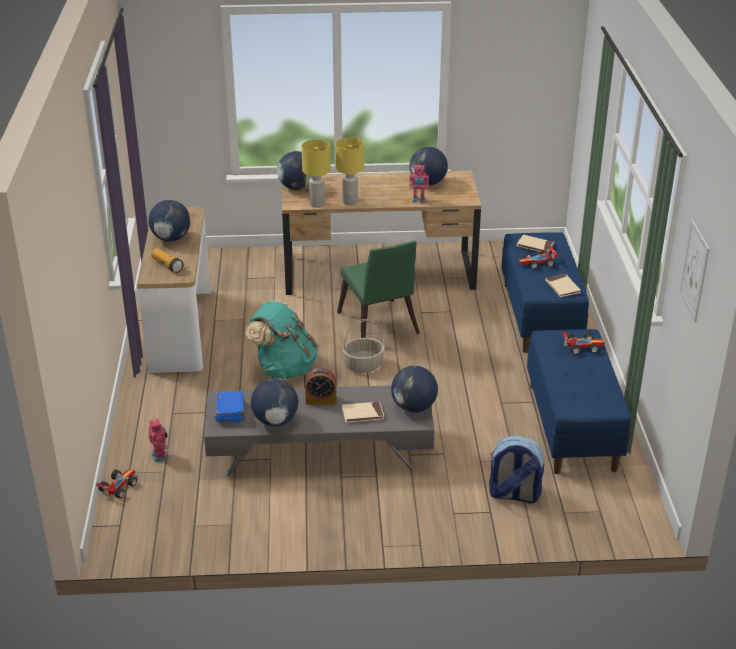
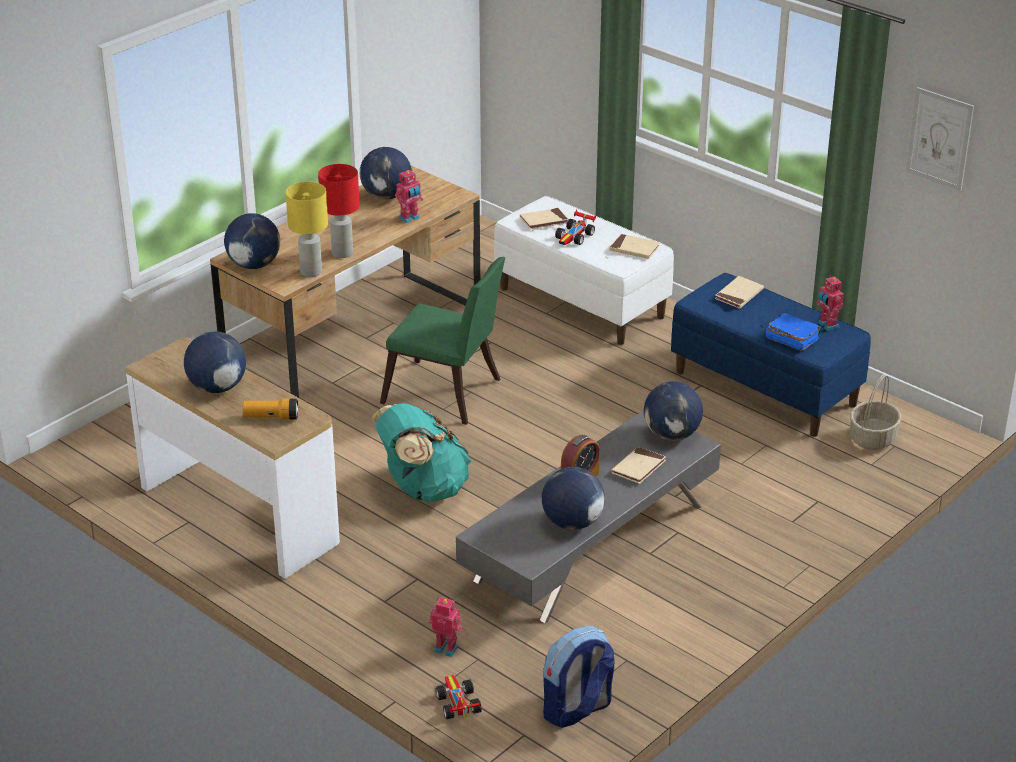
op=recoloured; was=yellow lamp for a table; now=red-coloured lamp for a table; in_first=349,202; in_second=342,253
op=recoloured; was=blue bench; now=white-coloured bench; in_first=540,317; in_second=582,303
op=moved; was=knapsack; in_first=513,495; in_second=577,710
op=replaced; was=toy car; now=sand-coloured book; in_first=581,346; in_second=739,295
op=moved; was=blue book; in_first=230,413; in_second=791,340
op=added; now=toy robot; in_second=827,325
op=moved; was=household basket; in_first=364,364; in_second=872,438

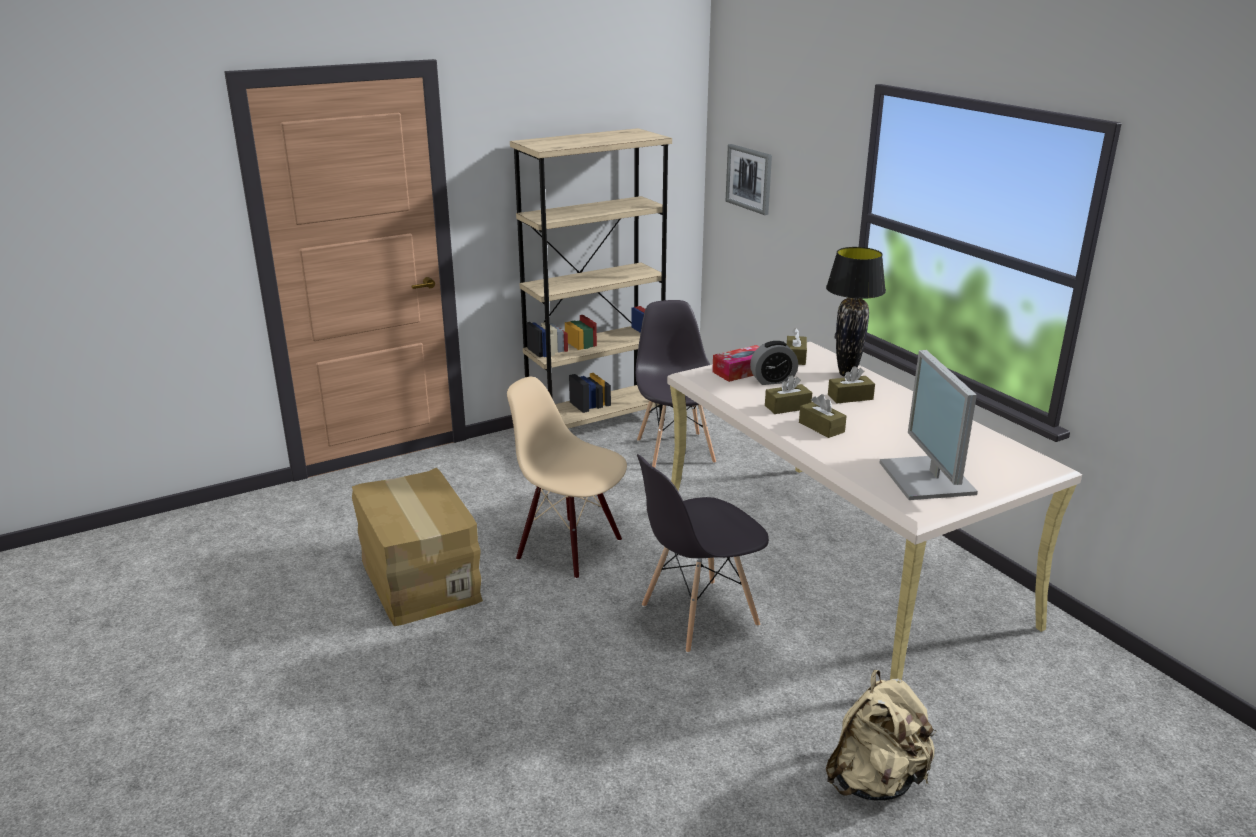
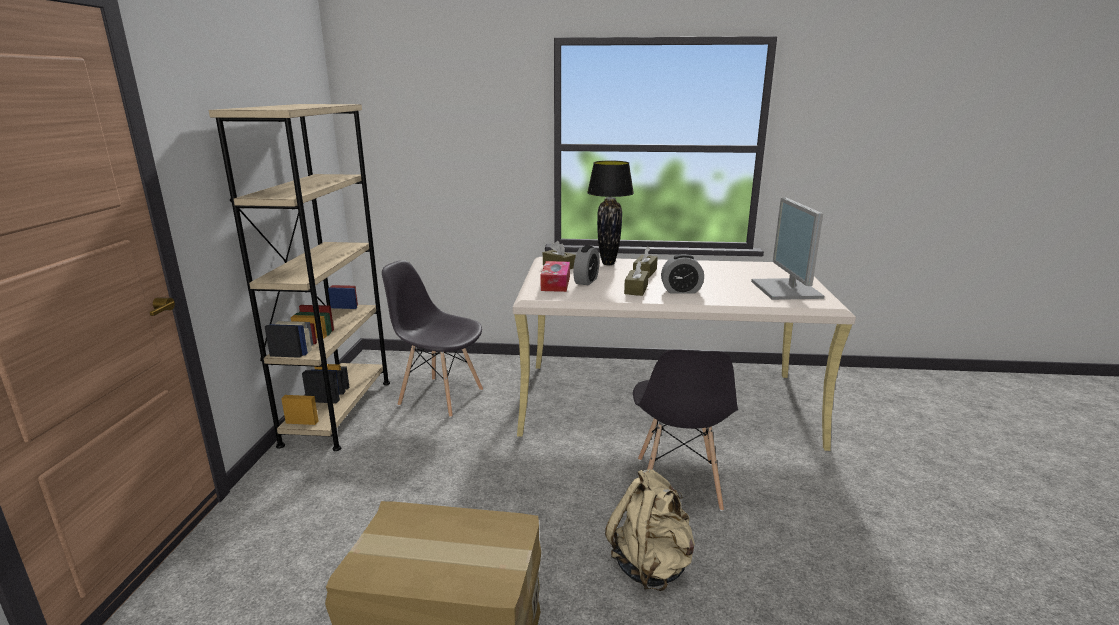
op=moved; was=sand-coloured knapsack; in_first=875,780; in_second=651,565
op=replaced; was=brown tissue box; now=alarm clock; in_first=821,427; in_second=681,291
op=turned; was=monitor; in_first=929,479; in_second=787,290; clockwise=60
op=removed; was=sand-coloured plain chair; in_first=570,548
op=removed; was=picture; in_first=749,178

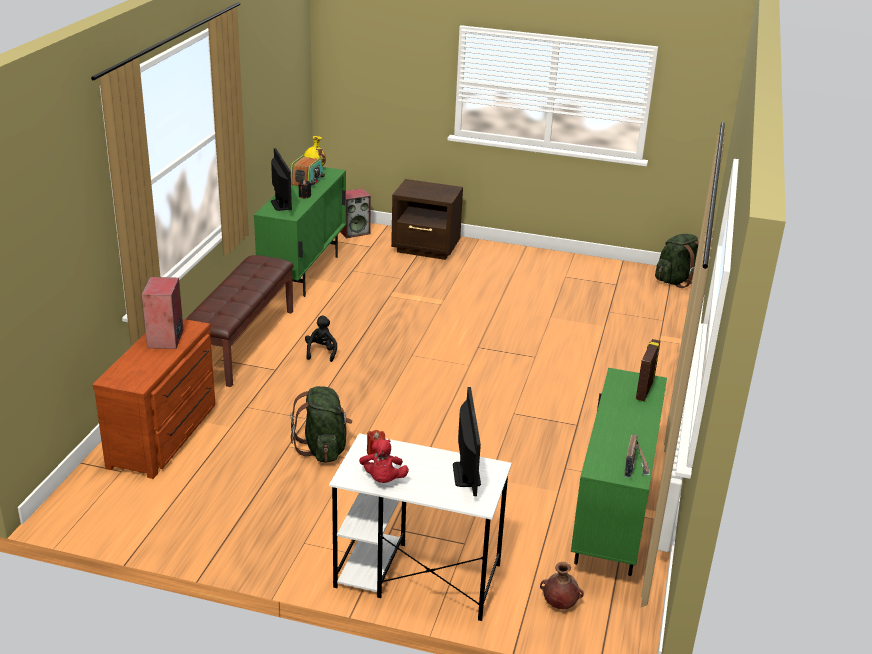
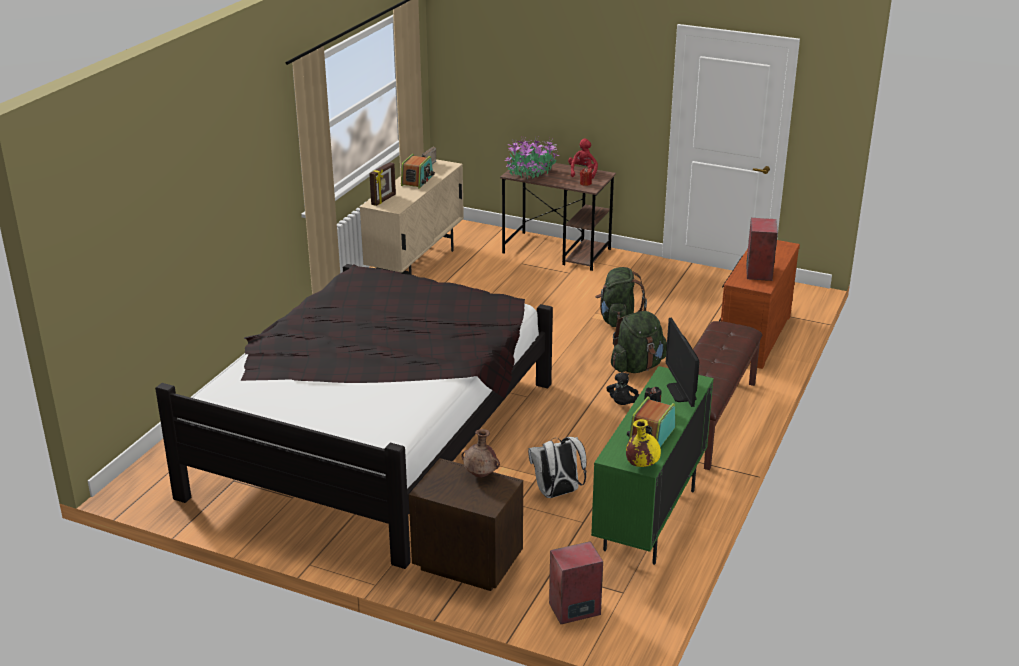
op=added; now=black-coloured bedroom bed; in_second=374,436
op=recoloured; was=greenish cabinet; now=sand-coloured cabinet; in_first=611,527; in_second=416,266
op=added; now=radio set; in_second=417,180
op=moved; was=brown flower vase; in_first=559,604; in_second=481,475
op=recoloured; was=white-coloured desk; now=brown desk; in_first=416,576; in_second=557,251
op=replaced; was=monitor; now=potted plant; in_first=466,474; in_second=531,172
op=added; now=white-coloured knapsack; in_second=557,493
op=moved; was=greenish knapsack; in_first=675,280; in_second=637,367

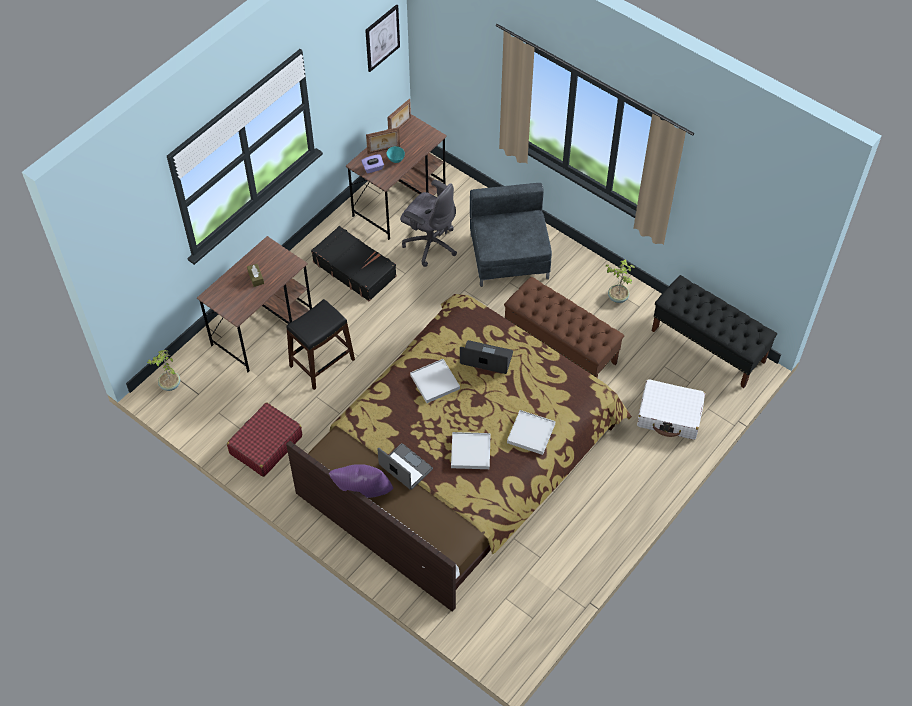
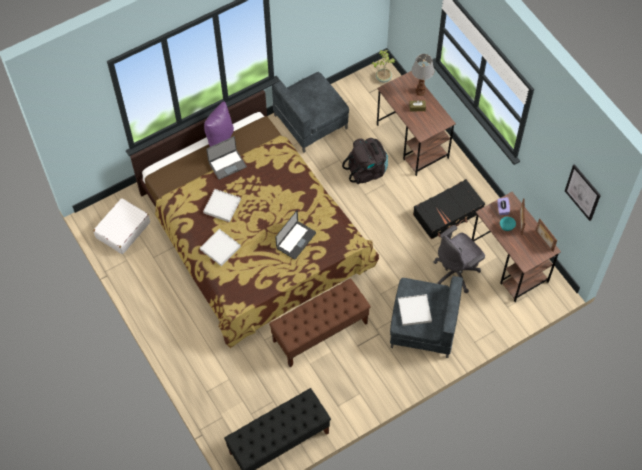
op=moved; was=white-coloured suitcase; in_first=670,415; in_second=123,230
op=replaced; was=red-coloured suitcase; now=gray lounge chair; in_first=265,445; in_second=311,121
op=replaced; was=black-coloured sitting stool; now=black-coloured knapsack; in_first=322,363; in_second=367,171
op=moved; was=white-coloured serving tray; in_first=435,382; in_second=414,311
op=added; now=lamp for a table; in_second=420,91
op=removed; was=potted plant; in_first=618,297

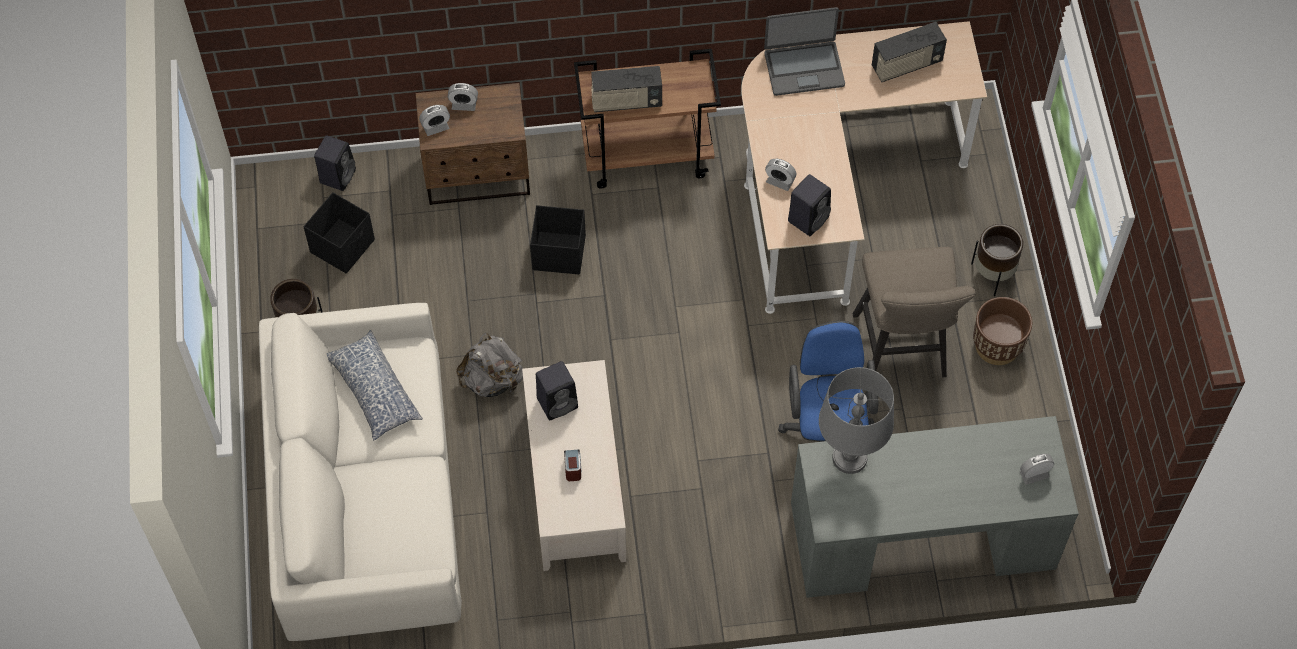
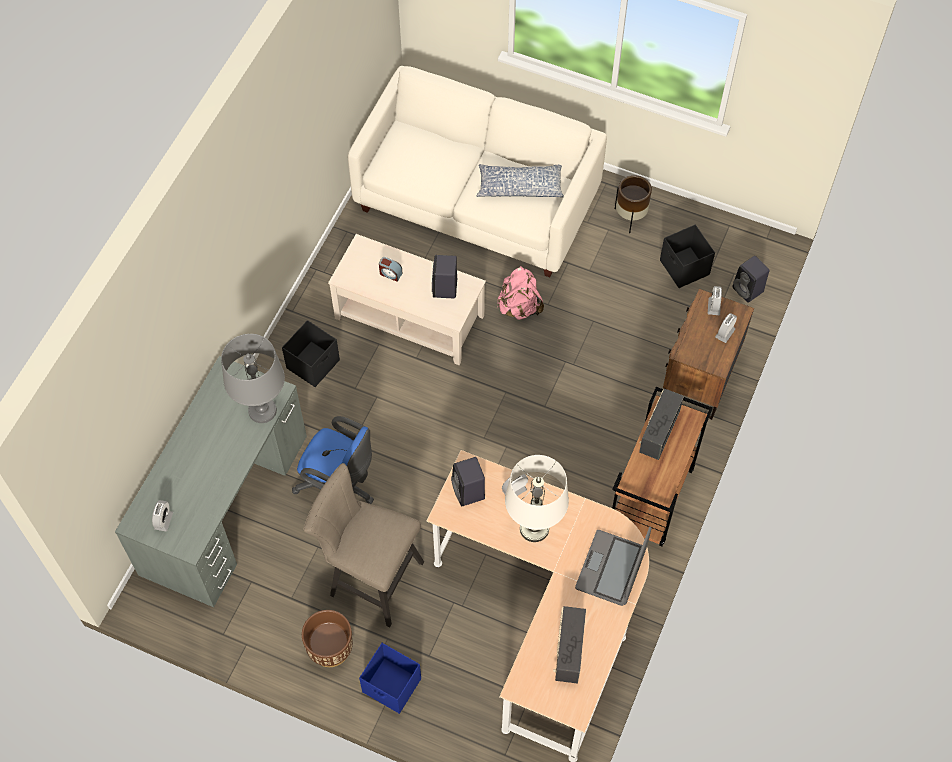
op=moved; was=black-coloured storage box; in_first=558,253; in_second=314,364
op=replaced; was=brown plant pot; now=blue storage box; in_first=993,274; in_second=392,686
op=recoloured; was=gray knapsack; now=pink-coloured knapsack; in_first=493,380; in_second=519,307
op=added; now=white-coloured lamp for a table; in_second=534,528

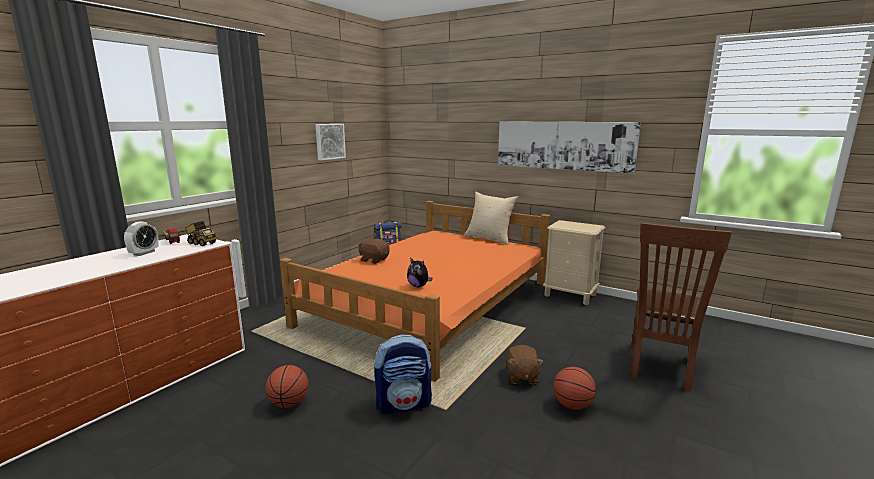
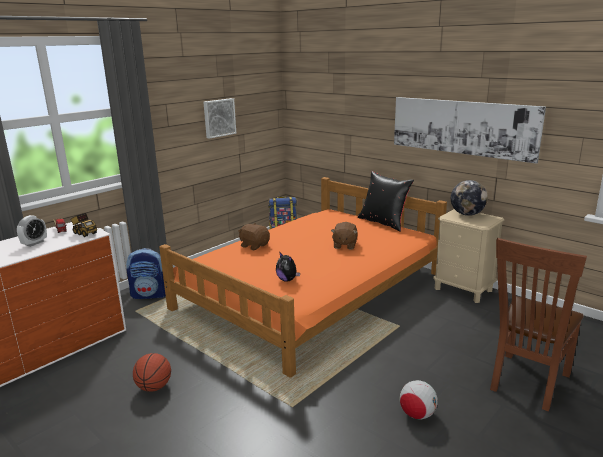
op=moved; was=knapsack; in_first=404,404; in_second=150,295
op=moved; was=brown cuddly toy; in_first=521,376; in_second=344,245
op=recoloured; was=sand-coloured throw pillow; now=black-coloured throw pillow; in_first=489,239; in_second=383,222
op=replaced; was=basketball; now=football ball; in_first=572,405; in_second=417,414
op=added; now=world globe; in_second=467,214

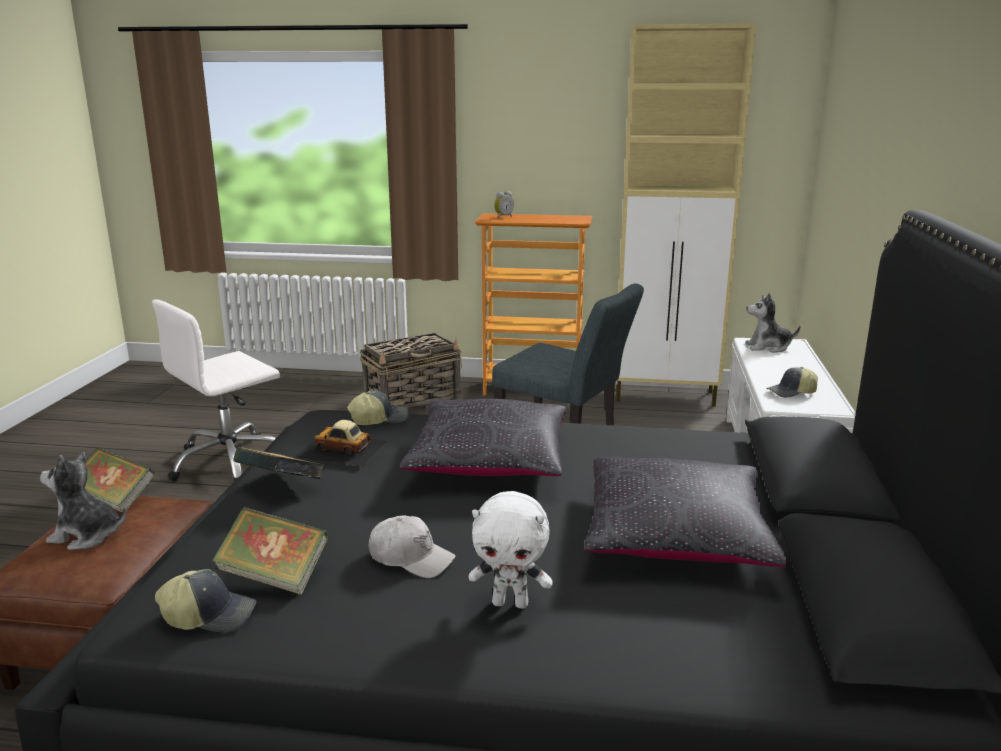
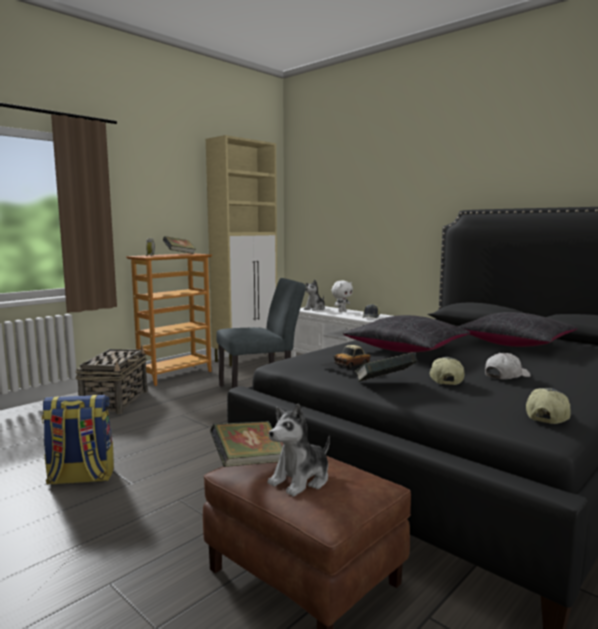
op=replaced; was=white-coloured desk chair; now=knapsack; in_first=230,462; in_second=80,478
op=moved; was=book; in_first=274,576; in_second=180,254
op=moved; was=white-coloured cuddly toy; in_first=511,603; in_second=341,311
op=moved; was=baseball cap; in_first=379,419; in_second=445,380

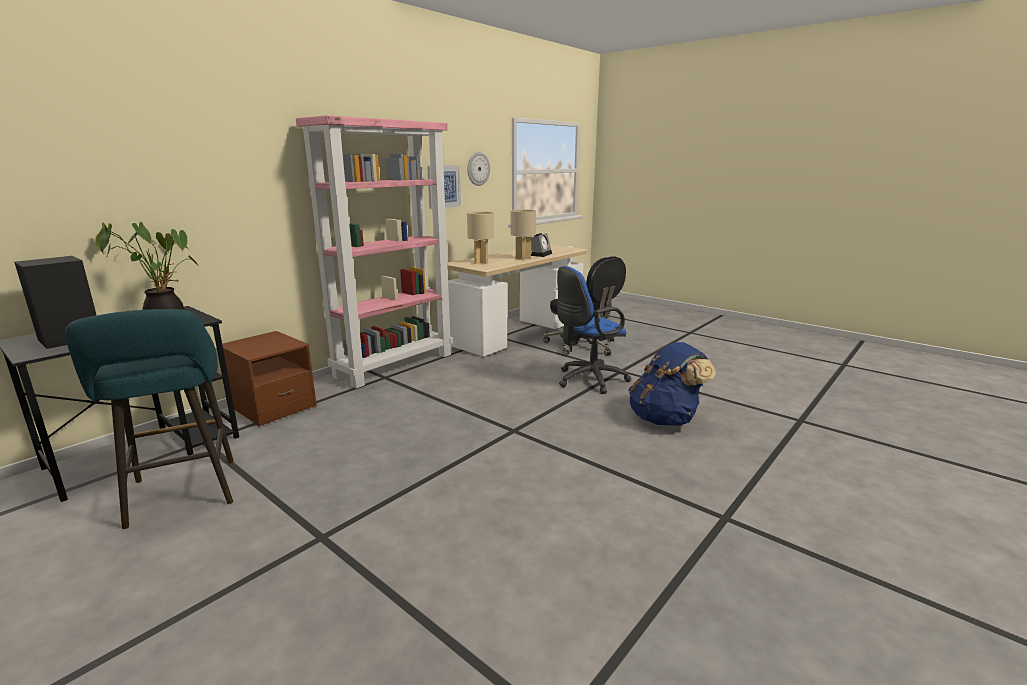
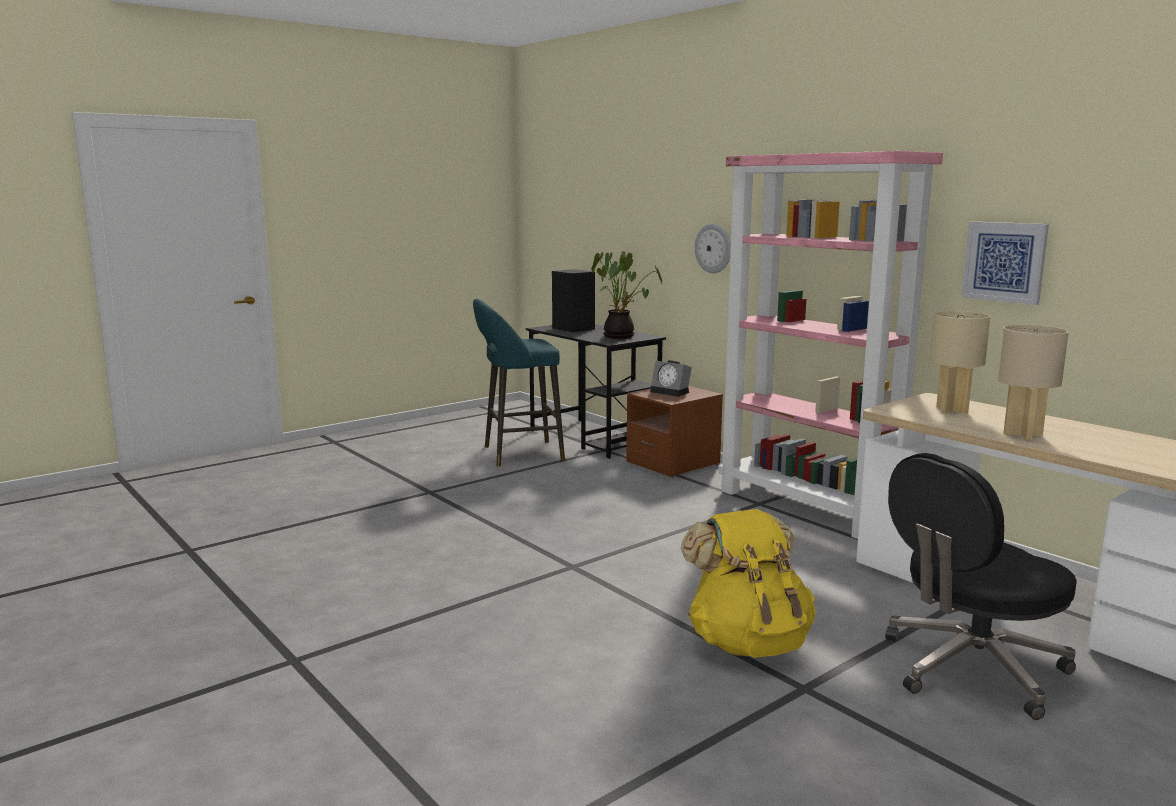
op=moved; was=alarm clock; in_first=540,254; in_second=671,392
op=replaced; was=blue desk chair; now=yellow knapsack; in_first=588,380; in_second=747,642
op=moved; was=wall clock; in_first=478,169; in_second=713,248
op=removed; was=blue knapsack; in_first=665,419

